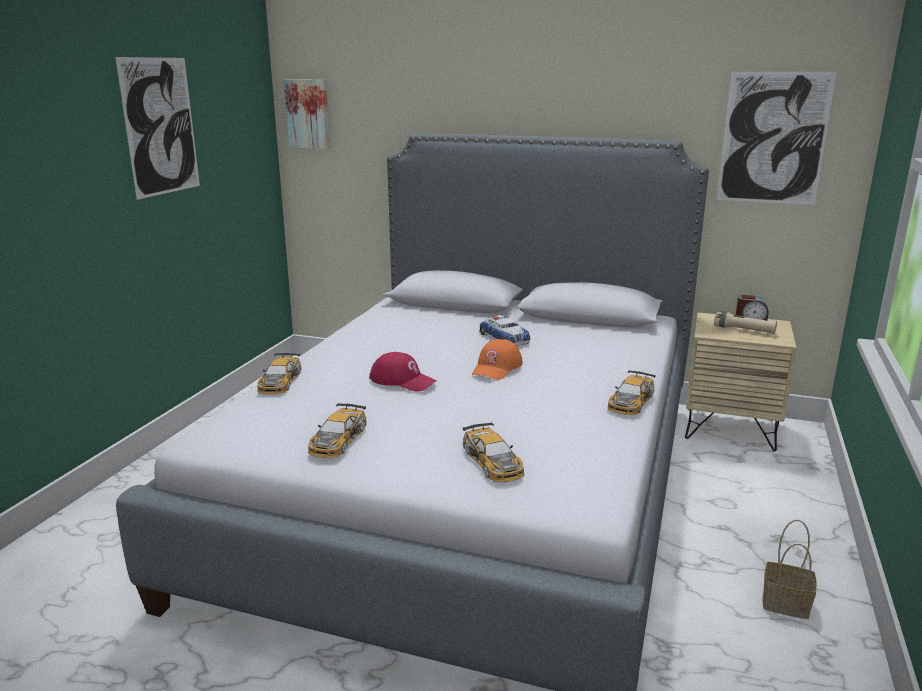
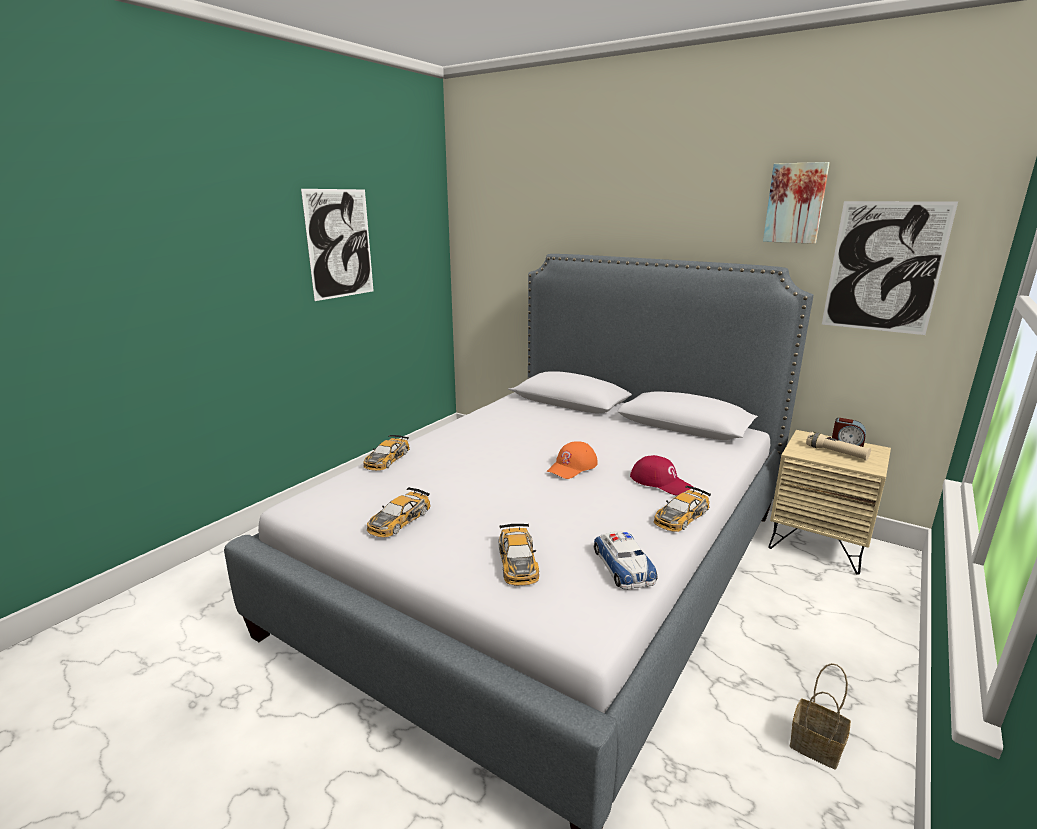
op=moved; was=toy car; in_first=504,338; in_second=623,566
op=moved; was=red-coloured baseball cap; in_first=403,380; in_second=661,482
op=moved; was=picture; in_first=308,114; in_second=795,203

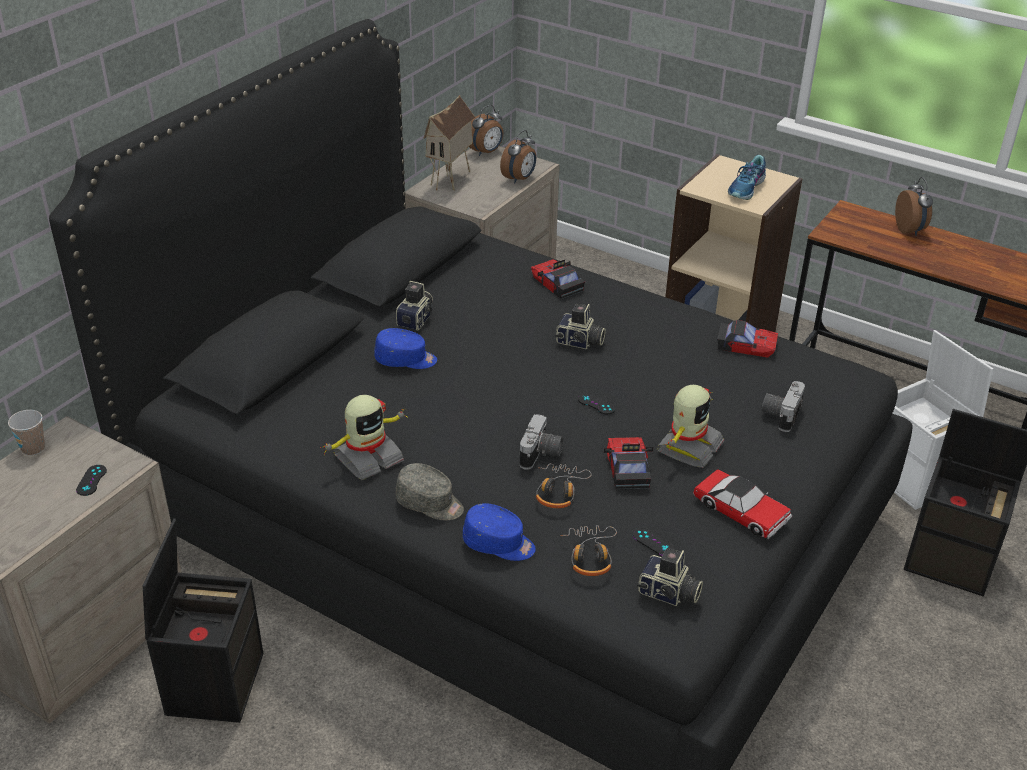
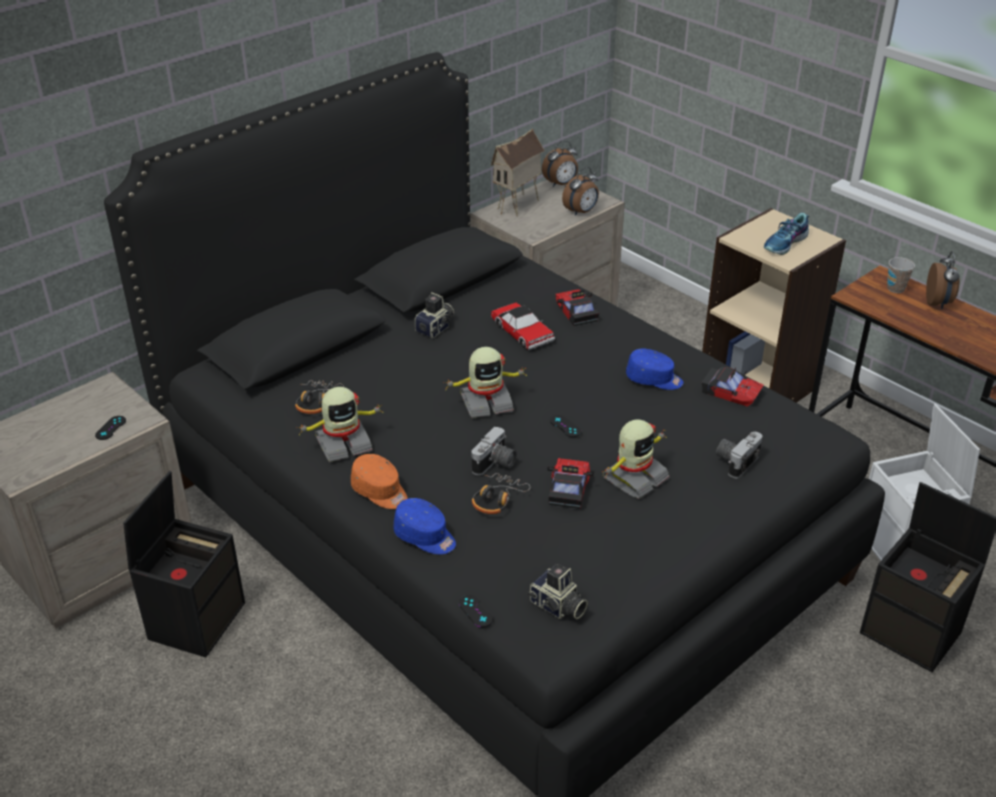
op=moved; was=headset; in_first=589,556; in_second=316,401
op=recoloured; was=gray baseball cap; now=orangey baseball cap; in_first=430,503; in_second=380,492
op=added; now=toy robot; in_second=486,402
op=moved; was=black-coloured joypad; in_first=653,542; in_second=475,611
op=moved; was=toy car; in_first=741,511; in_second=522,332
op=moved; was=blue baseball cap; in_first=406,360; in_second=654,379
op=moved; was=cup; in_first=33,448; in_second=895,288
op=removed; was=photo camera; in_first=580,342

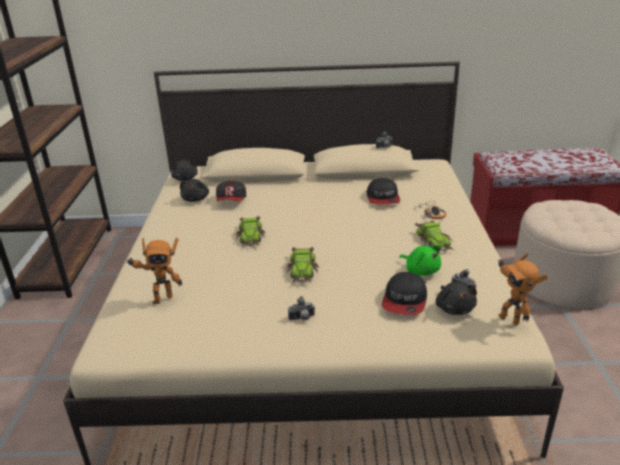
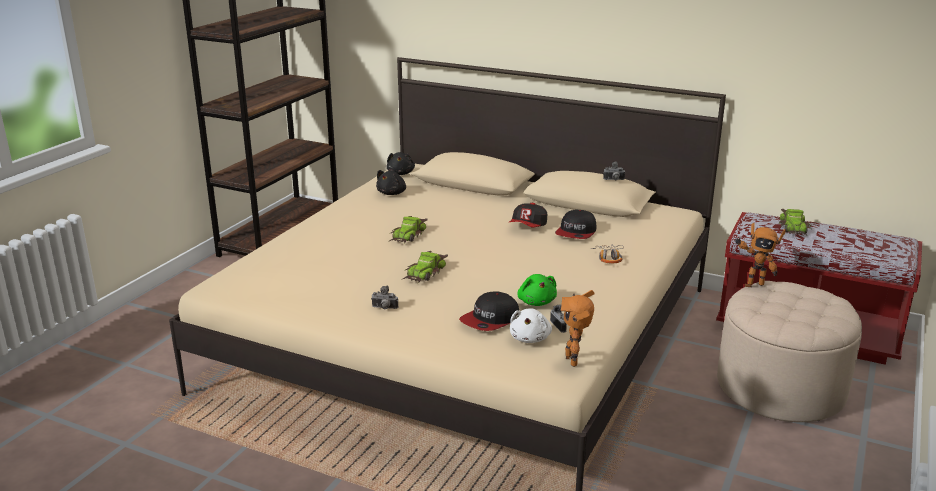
op=moved; was=baseball cap; in_first=231,201; in_second=528,227
op=recoloured; was=black-coloured cuddly toy; now=white-coloured cuddly toy; in_first=454,308; in_second=530,338
op=moved; was=toy robot; in_first=161,298; in_second=752,284
op=moved; was=toy car; in_first=434,241; in_second=794,227

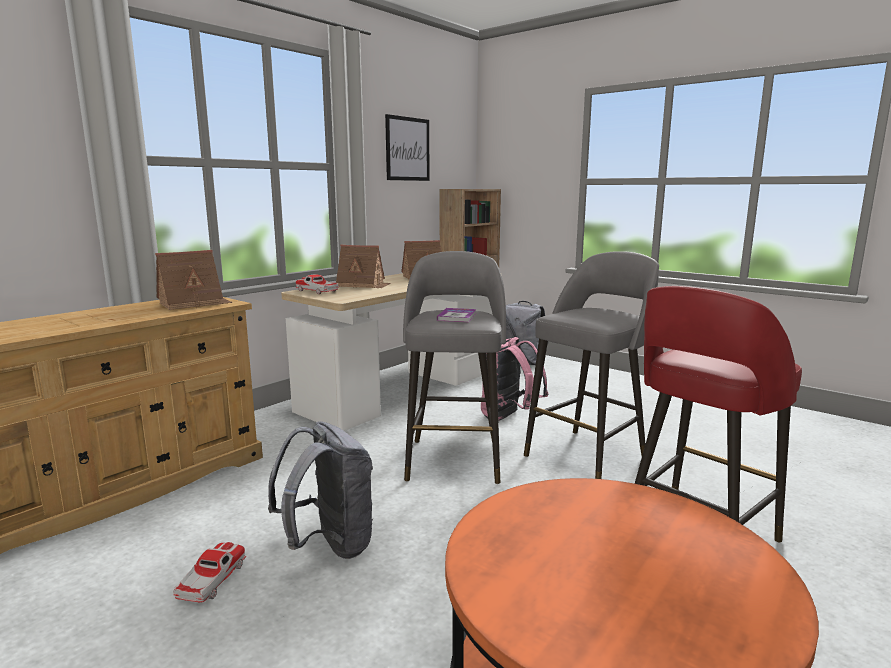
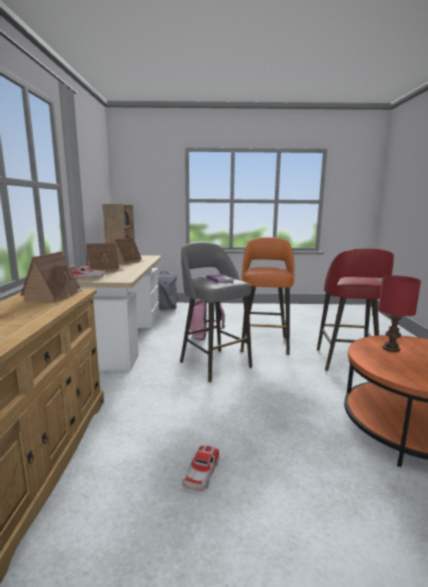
op=turned; was=toy car; in_first=212,580; in_second=201,473; clockwise=45
op=recoloured; was=gray sitting stool; now=orangey sitting stool; in_first=588,455; in_second=264,343
op=added; now=red-coloured lamp for a table; in_second=391,349
op=removed; was=gray knapsack; in_first=329,545
op=removed; was=picture; in_first=407,149

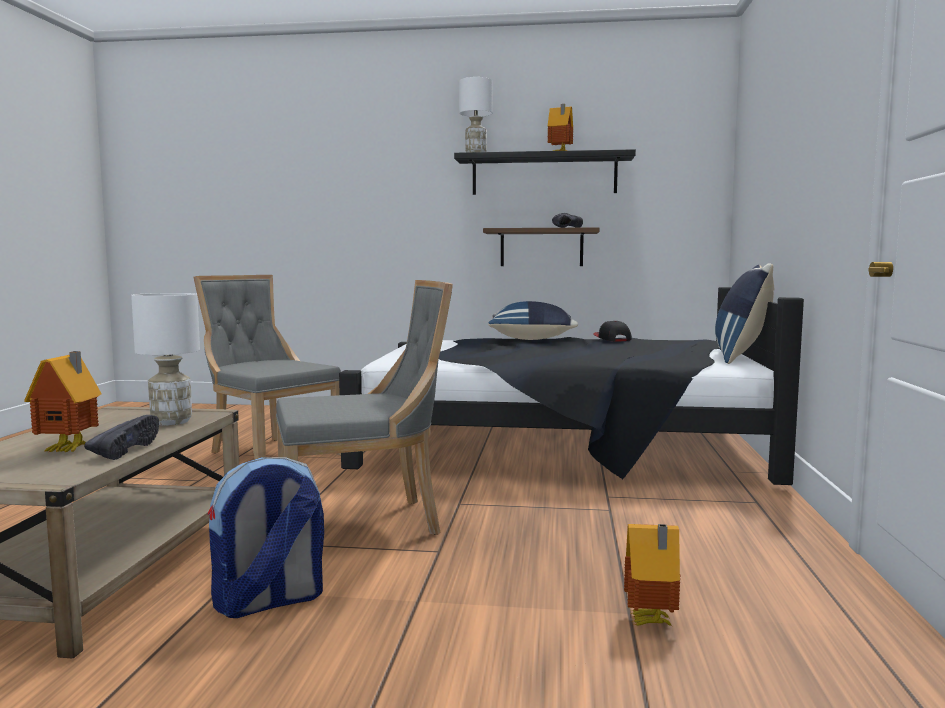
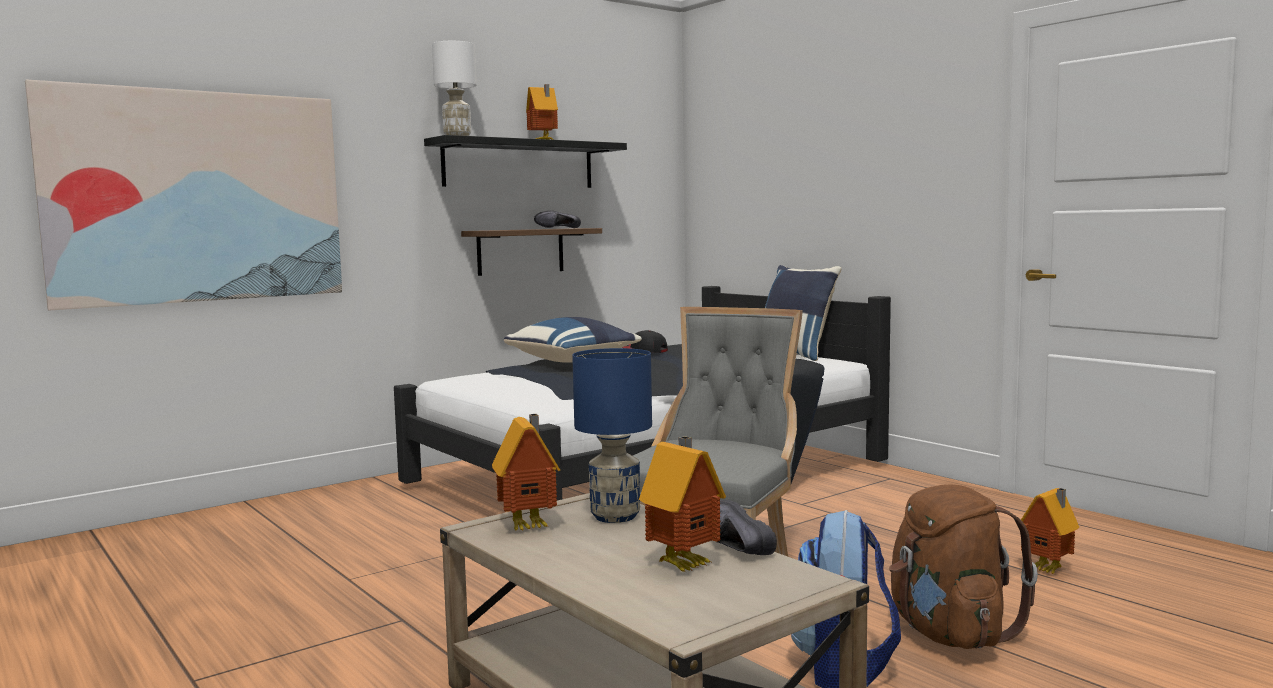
op=added; now=picture; in_second=198,197
op=added; now=model house; in_second=530,526
op=recoloured; was=white-coloured lamp for a table; now=blue lamp for a table; in_first=172,422; in_second=615,516
op=added; now=brown knapsack; in_second=949,634
op=removed; was=gray plain chair; in_first=270,454

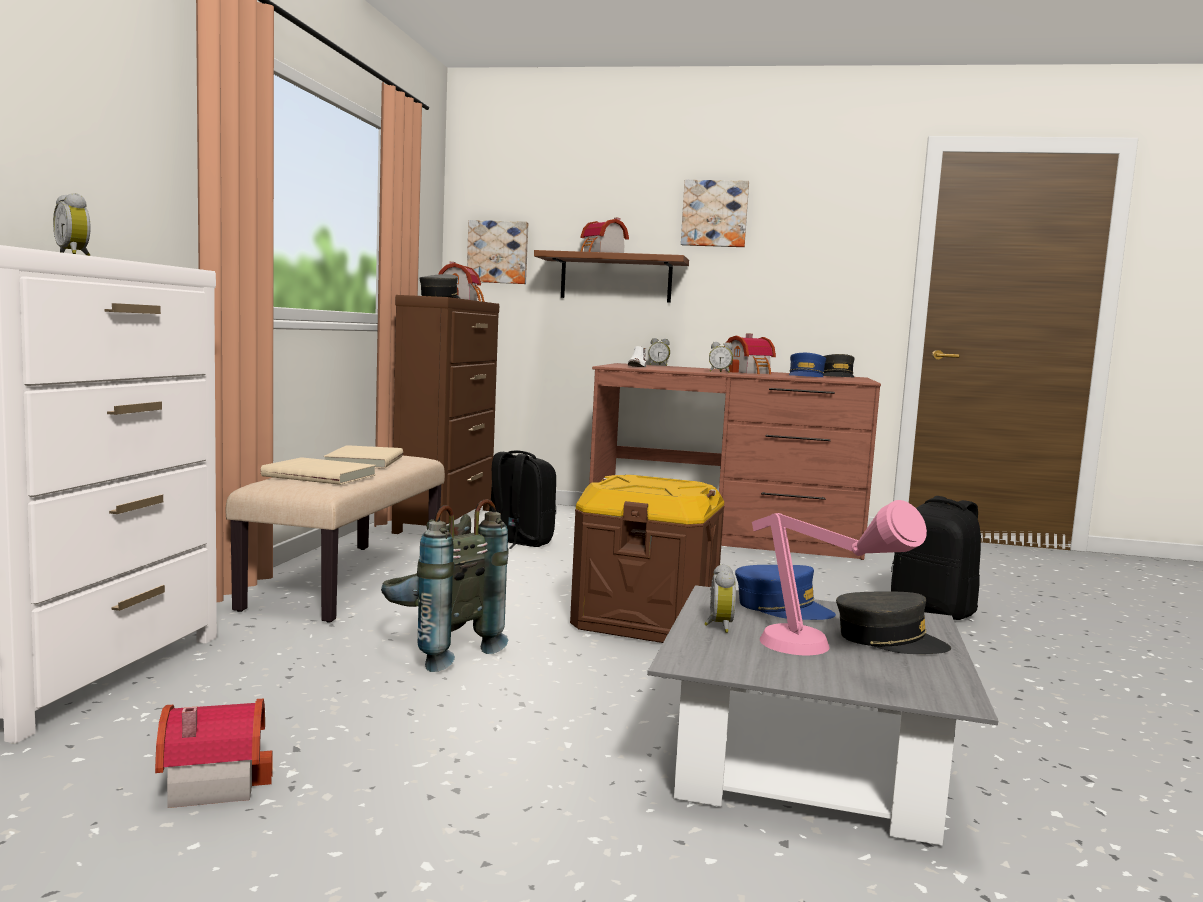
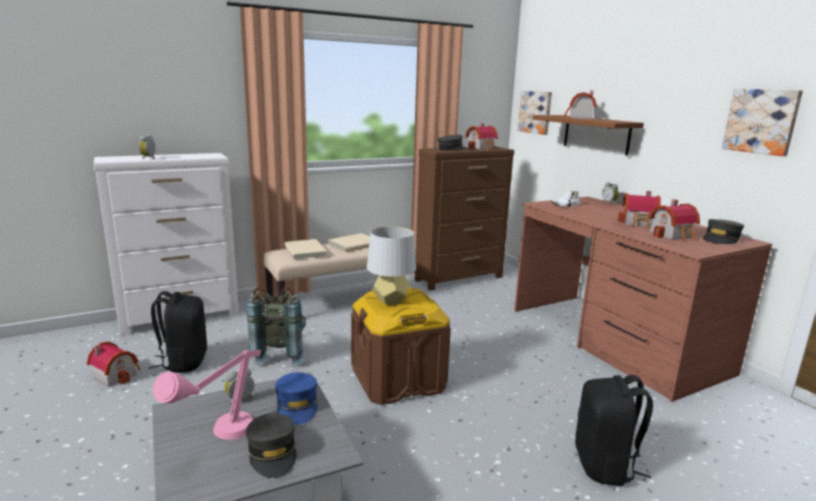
op=moved; was=black-coloured knapsack; in_first=518,542; in_second=183,362
op=added; now=gray lamp for a table; in_second=390,301
op=replaced; was=blue baseball cap; now=model house; in_first=806,376; in_second=673,236
op=moved; was=picture; in_first=714,214; in_second=762,121
op=removed; was=alarm clock; in_first=720,372

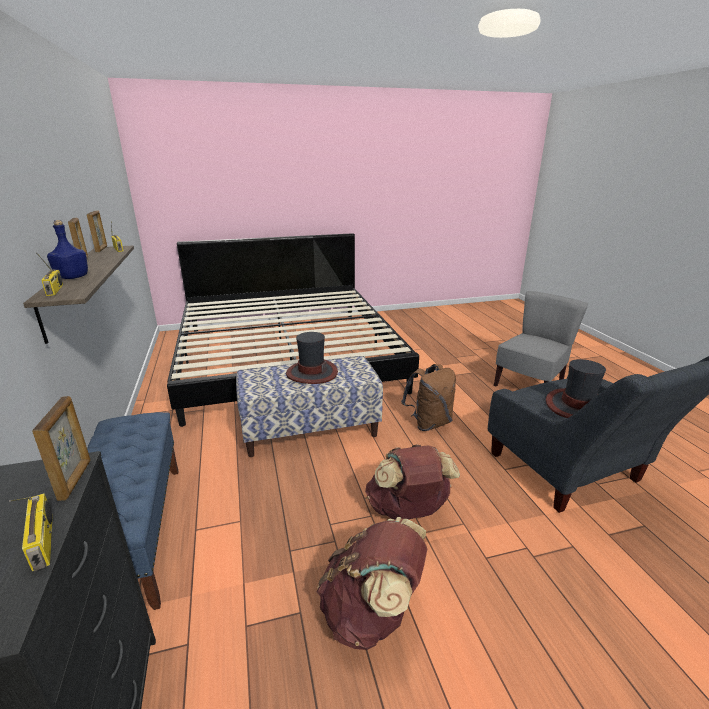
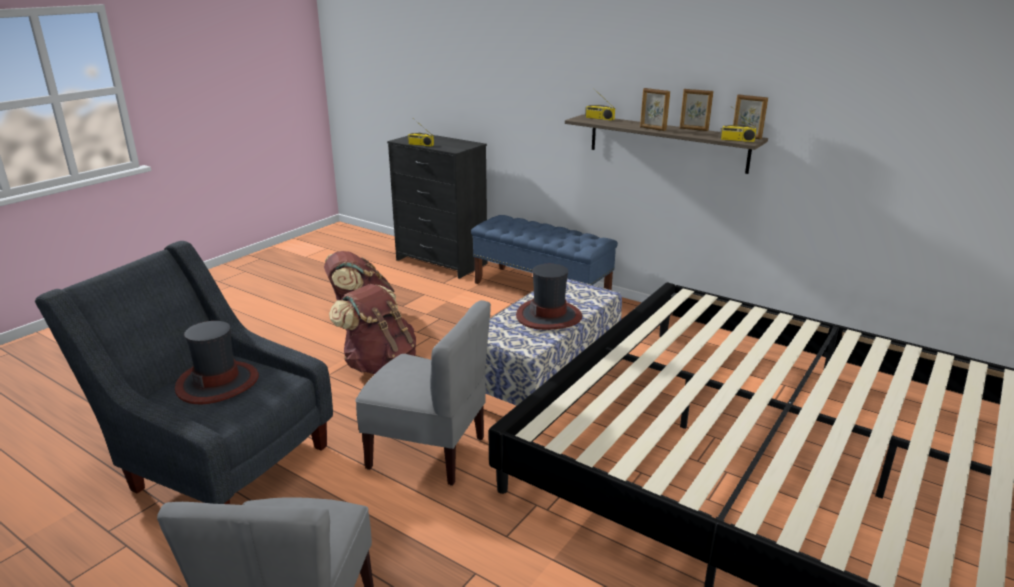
op=replaced; was=brown knapsack; now=gray plain chair; in_first=429,423; in_second=428,452
op=moved; was=photo frame; in_first=76,479; in_second=652,129
op=removed; was=blue drink bottle; in_first=72,277

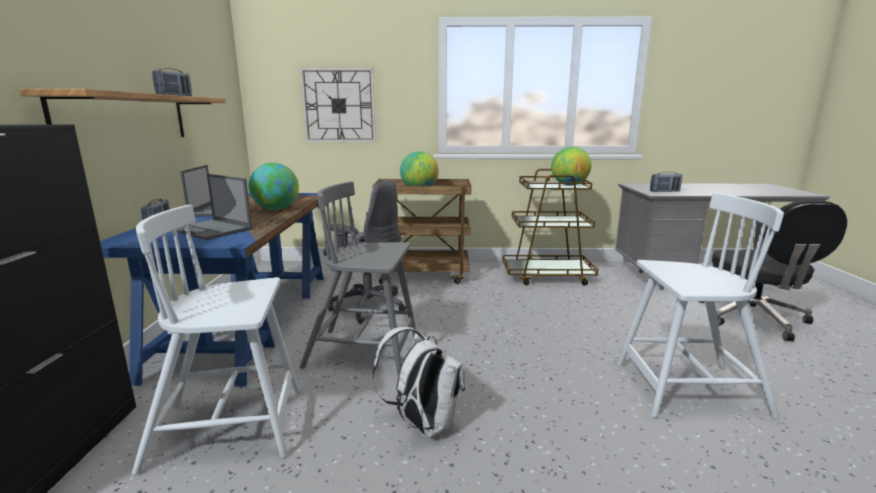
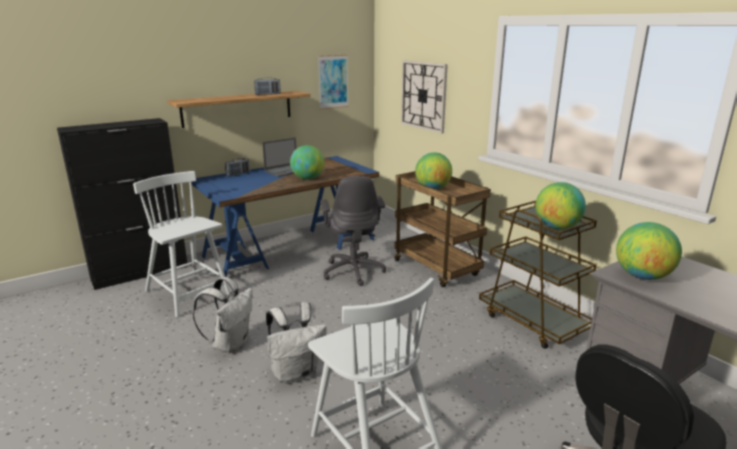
op=added; now=white-coloured knapsack; in_second=296,373
op=added; now=picture; in_second=333,82
op=replaced; was=radio set; now=world globe; in_first=664,191; in_second=642,276
op=removed; was=portable computer; in_first=211,229
op=removed; was=gray plain chair; in_first=365,352

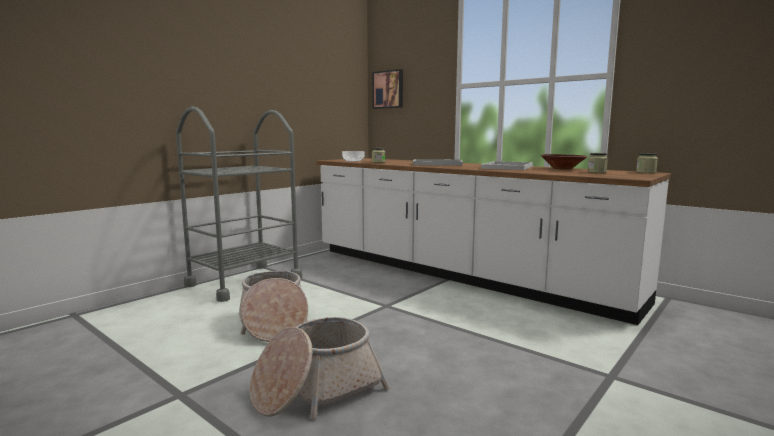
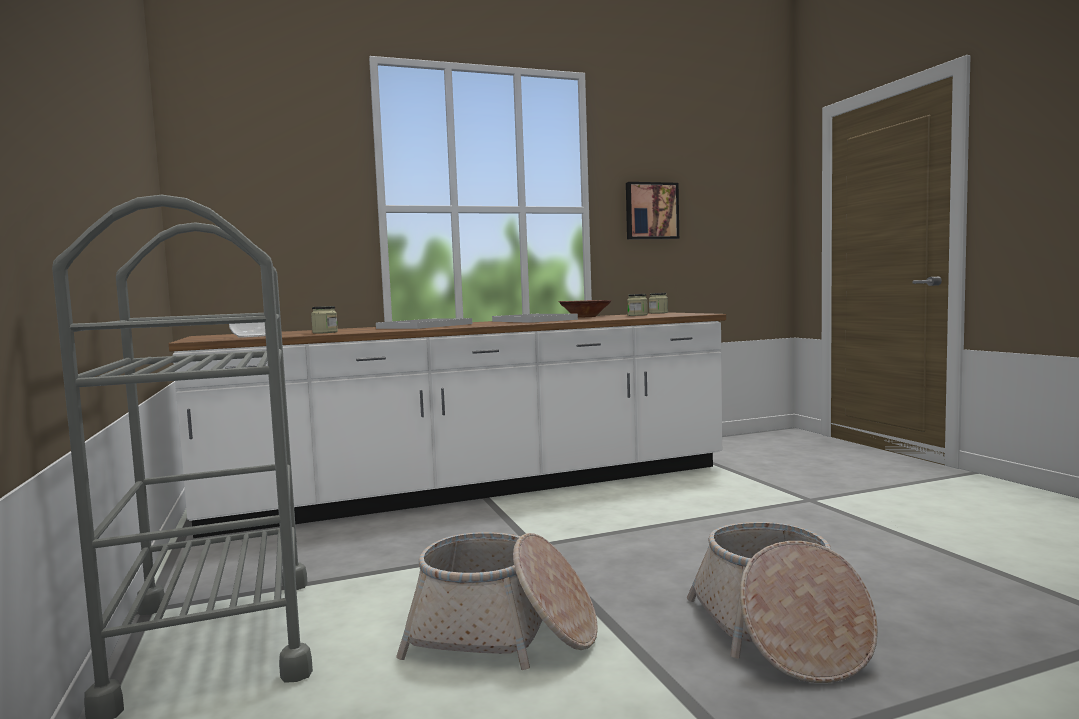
op=moved; was=picture; in_first=388,89; in_second=651,211

